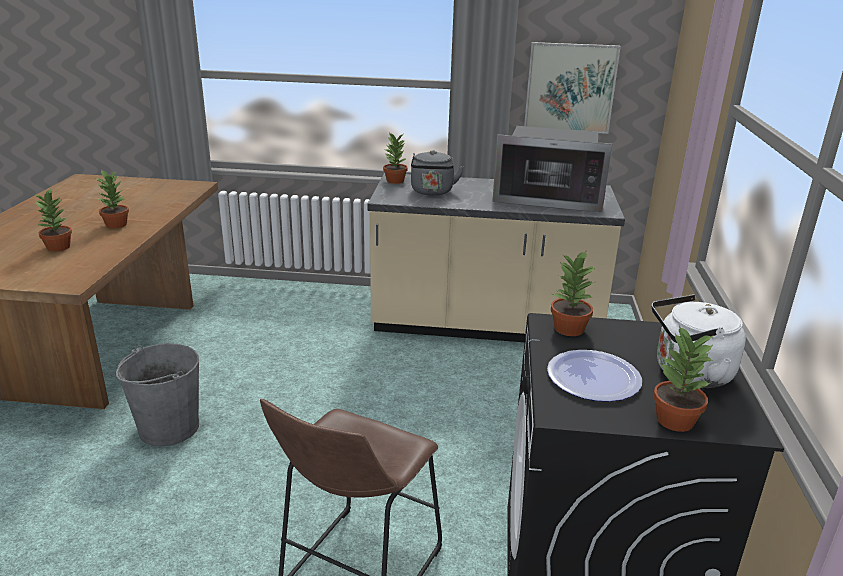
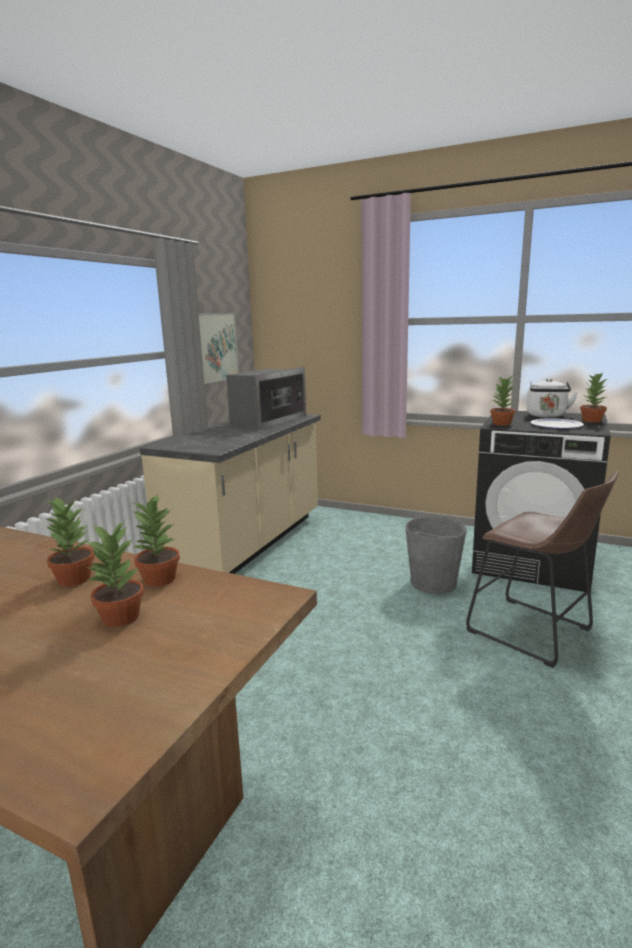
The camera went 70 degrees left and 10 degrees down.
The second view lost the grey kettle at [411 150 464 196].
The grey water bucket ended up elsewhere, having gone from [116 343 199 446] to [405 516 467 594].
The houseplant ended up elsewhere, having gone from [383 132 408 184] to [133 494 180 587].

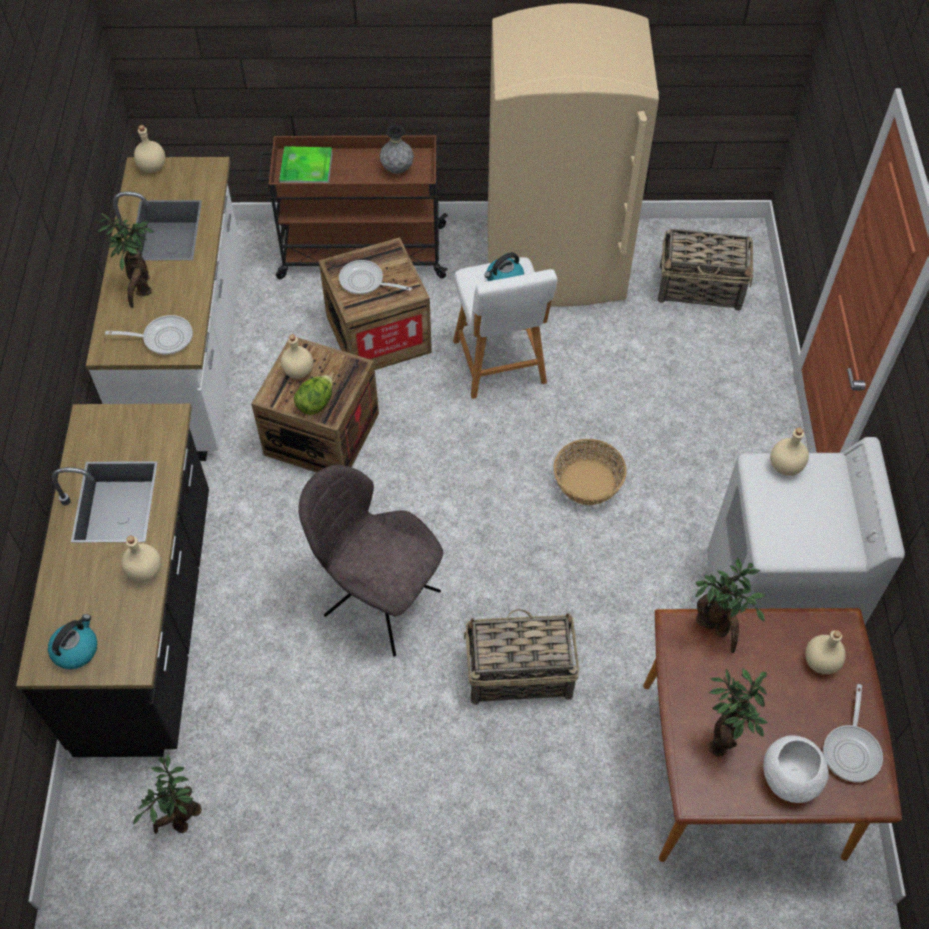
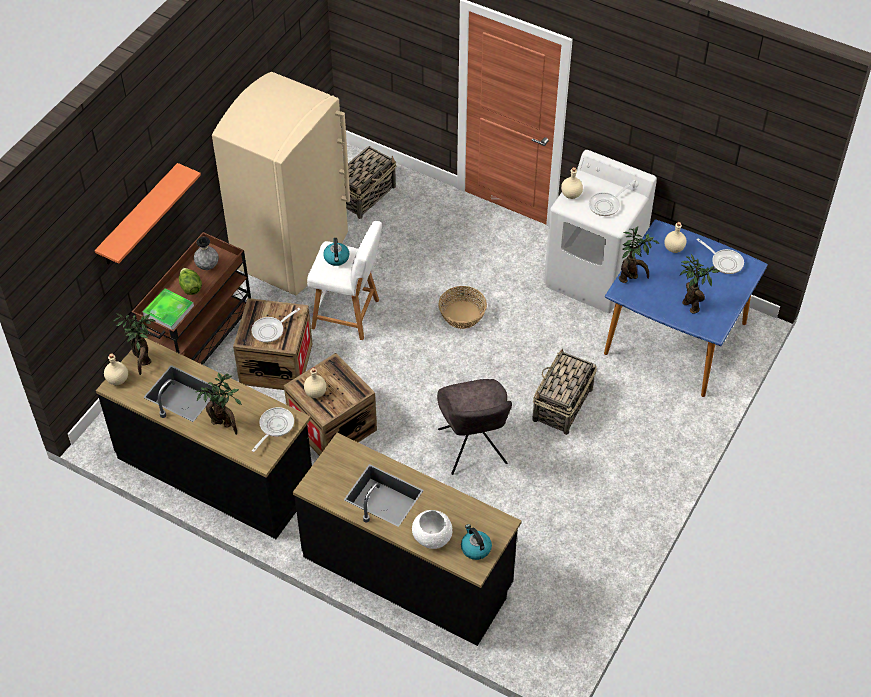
The camera went 60 degrees left and 5 degrees down.
The second view lost the beige bottle at [121 535 161 582].
The second view gained the orange-coloured wall shelf at [95 163 201 264].
The second view gained the pan at [589 182 633 216].
The houseplant ended up elsewhere, having gone from [133 754 202 833] to [113 313 155 375].
The lettuce ended up elsewhere, having gone from [294 375 333 415] to [179 268 202 295].
The white-coloured deep dish ended up elsewhere, having gone from [764 736 829 803] to [412 510 452 549].
What was the white-coloured counter at [86 157 242 461] turned into the blackish counter at [96 338 312 539].
What was the brown kitchen table at [643 608 902 862] turned into the blue-coloured kitchen table at [604 219 768 397].
The grey upright chair at [298 465 443 657] ended up facing another way, 75 degrees counterclockwise from before.

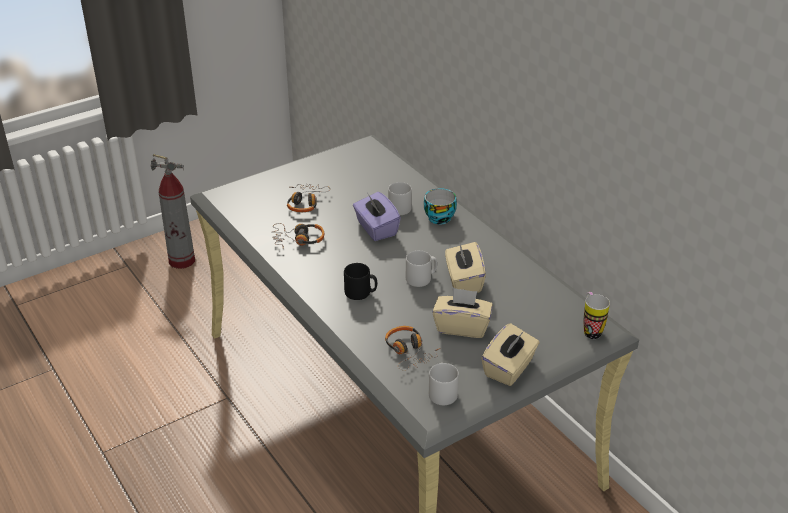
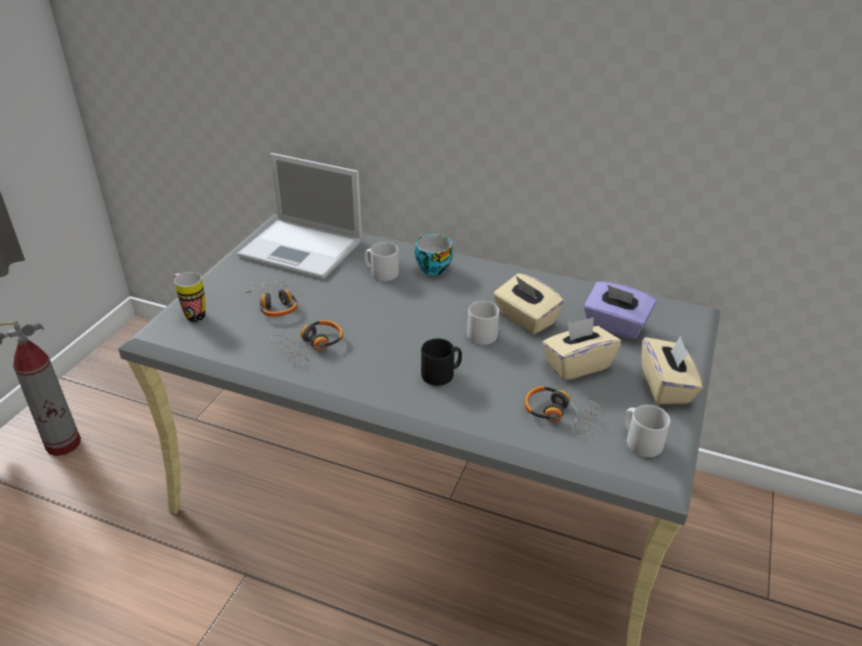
The camera went 35 degrees left and 0 degrees up.
The second view gained the laptop at [237 153 362 279].
The purplish tissue holder ended up elsewhere, having gone from [353 192 401 241] to [584 282 656 340].
The mug ended up elsewhere, having gone from [584 292 610 339] to [174 272 206 322].

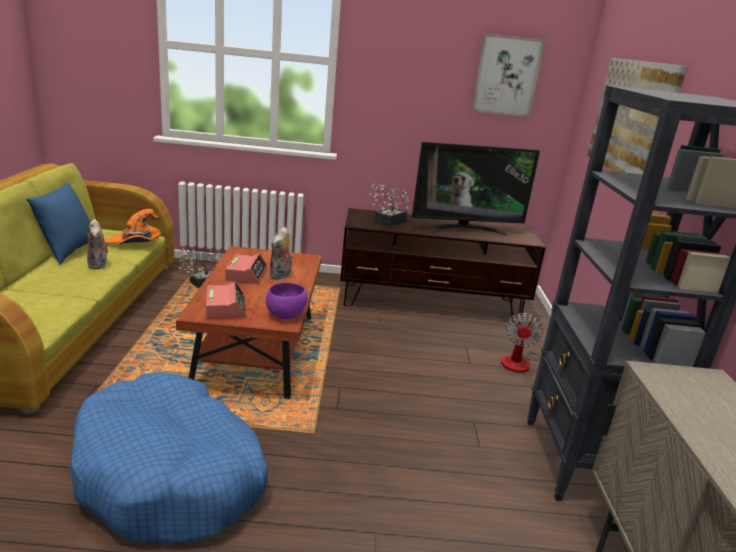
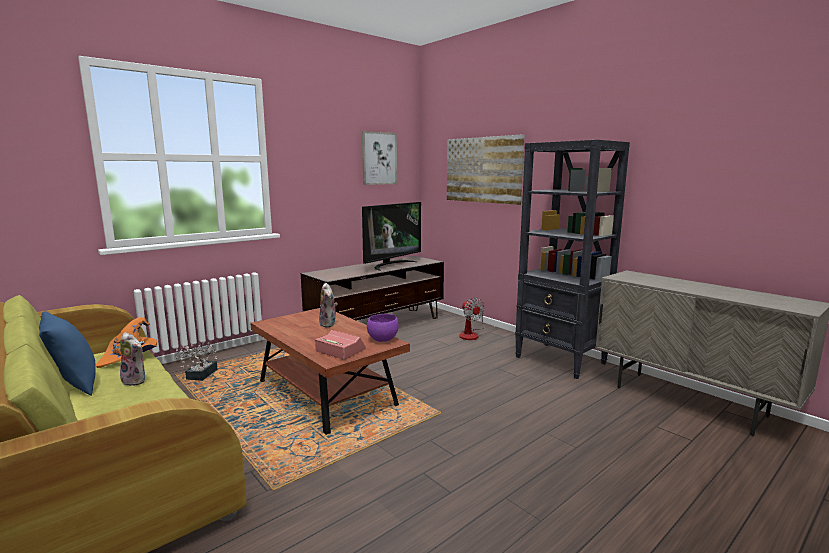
The camera went 40 degrees left and 10 degrees down.
The second view lost the blue-coloured dog cushion at [70 372 268 543].
The second view lost the bedside clock at [225 254 268 284].
The second view lost the houseplant at [369 183 409 227].

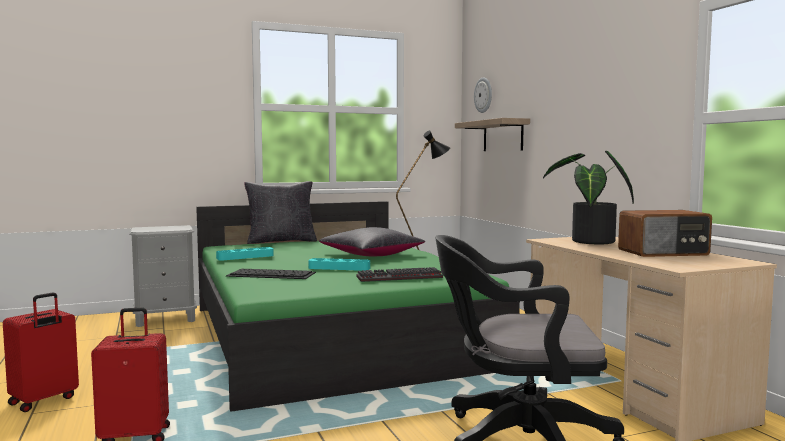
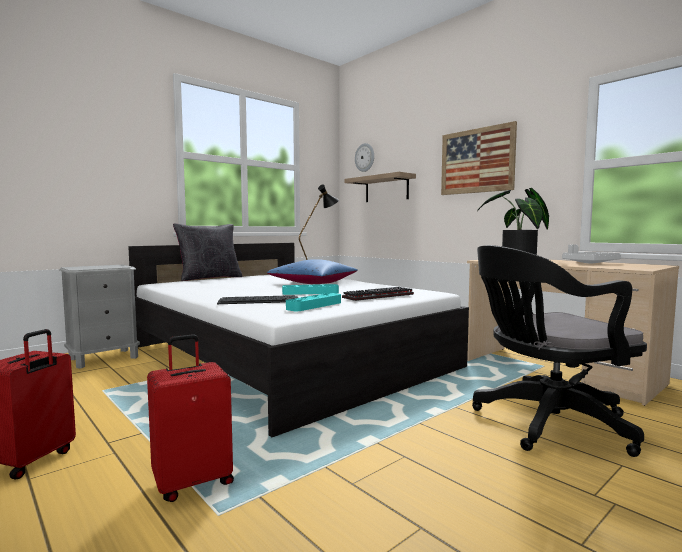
The camera went 20 degrees left and 0 degrees up.
The second view gained the wall art at [441 121 517 195].
The blue-green tray ended up elsewhere, having gone from [216 247 274 260] to [286 293 341 311].
Where the radio stood at [618 210 712 257], the grey tray came to stand at [562 245 621 263].
What was the green bedroom bed at [196 201 520 412] turned into the white-coloured bedroom bed at [128 243 469 437].
What was the blackish cushion at [319 227 425 256] turned into the blue-coloured cushion at [267 259 358 284].

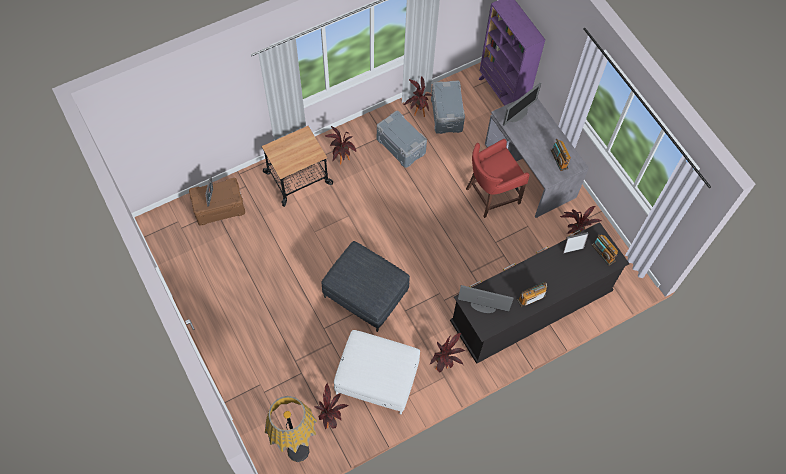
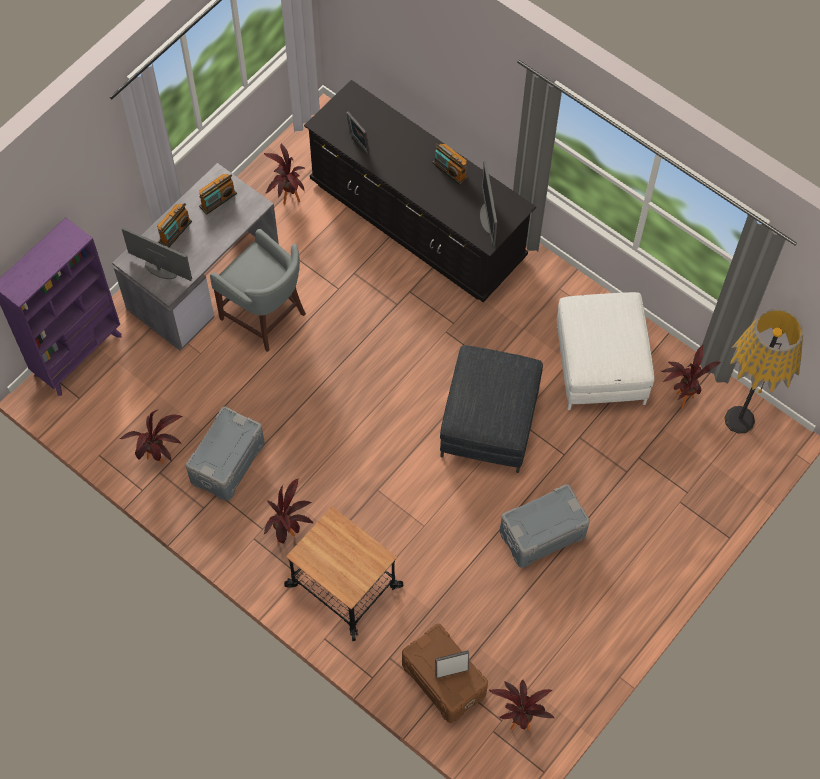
The camera went 110 degrees left and 0 degrees up.
The houseplant ended up elsewhere, having gone from [430 333 465 372] to [488 680 555 730].
The grey storage box ended up elsewhere, having gone from [431 81 465 134] to [500 484 590 568].
The radio ended up elsewhere, having gone from [592 234 618 266] to [157 203 192 247].
What was the red stool at [466 139 529 218] turned into the grey stool at [210 229 306 352].

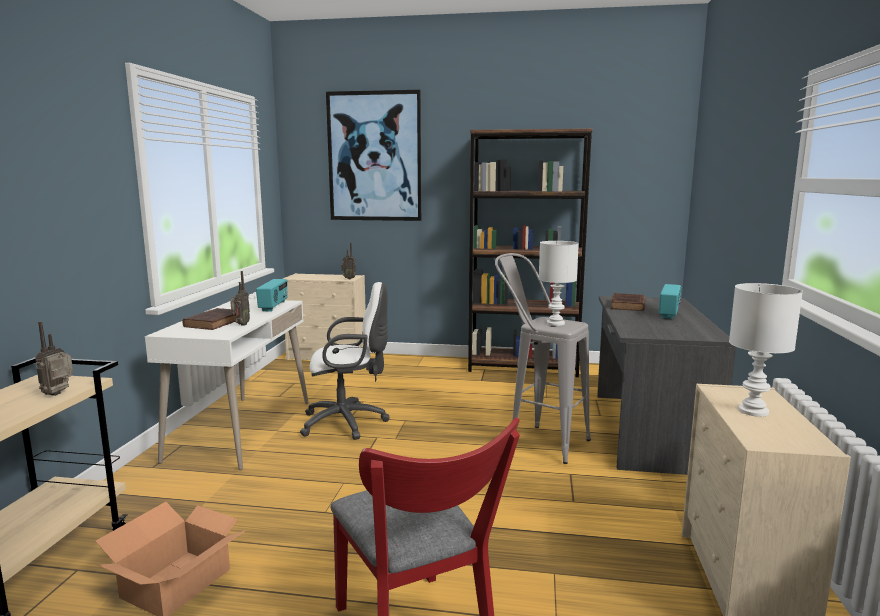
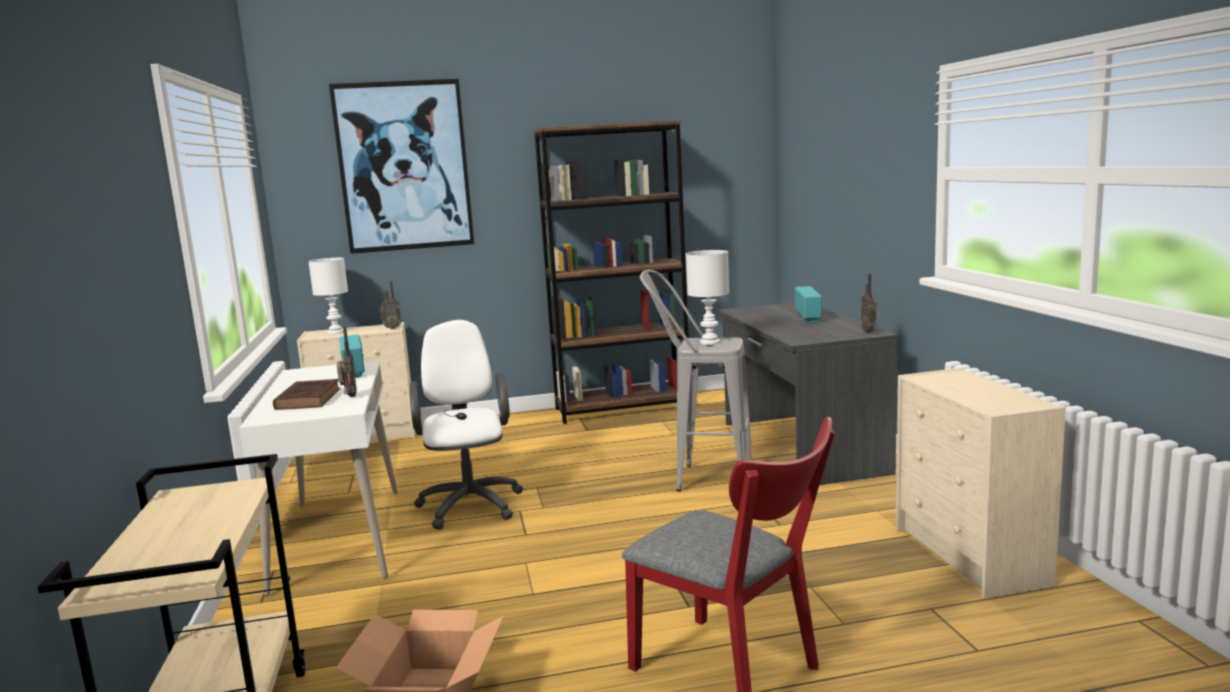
The camera went 20 degrees left and 0 degrees up.
The second view lost the brown volume at [611 293 645 311].
The radio ended up elsewhere, having gone from [35 321 73 396] to [861 273 879 333].
The white-coloured lamp for a table ended up elsewhere, having gone from [729 283 803 417] to [308 258 348 334].
The white-coloured computer chair at [300 282 390 440] ended up facing another way, 75 degrees counterclockwise from before.

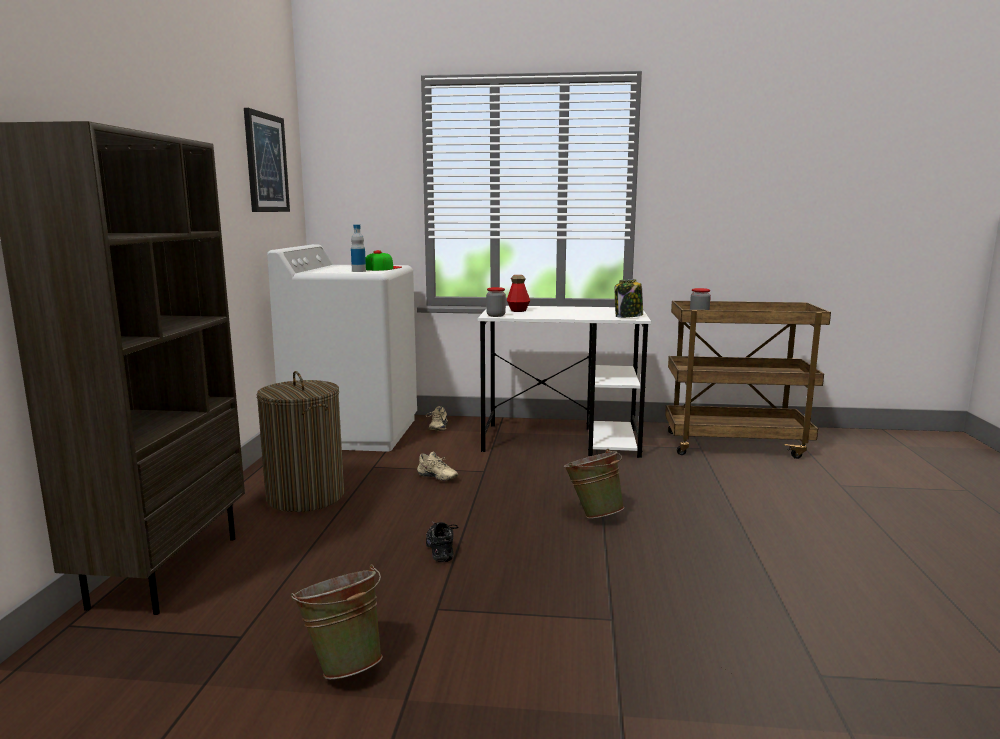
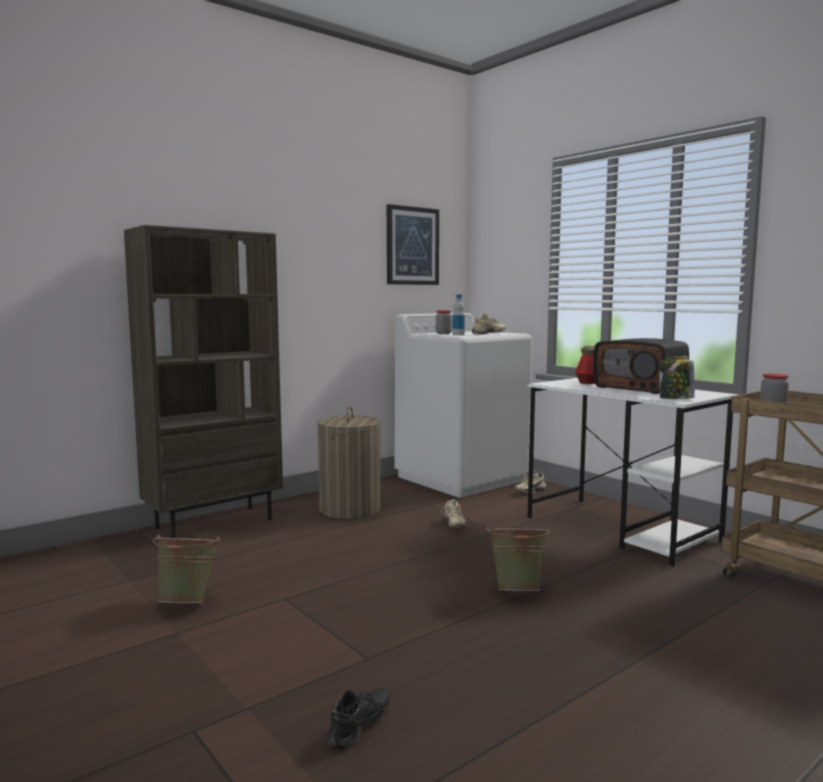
The camera went 45 degrees right and 5 degrees down.
The second view gained the radio at [593 338 689 394].
The blackish shoe ended up elsewhere, having gone from [426 522 458 562] to [326 685 390 749].
The jar ended up elsewhere, having gone from [486 287 506 317] to [436 310 452 334].
Where the baseball cap stood at [365 250 402 271], the beige shoe came to stand at [472 313 506 335].

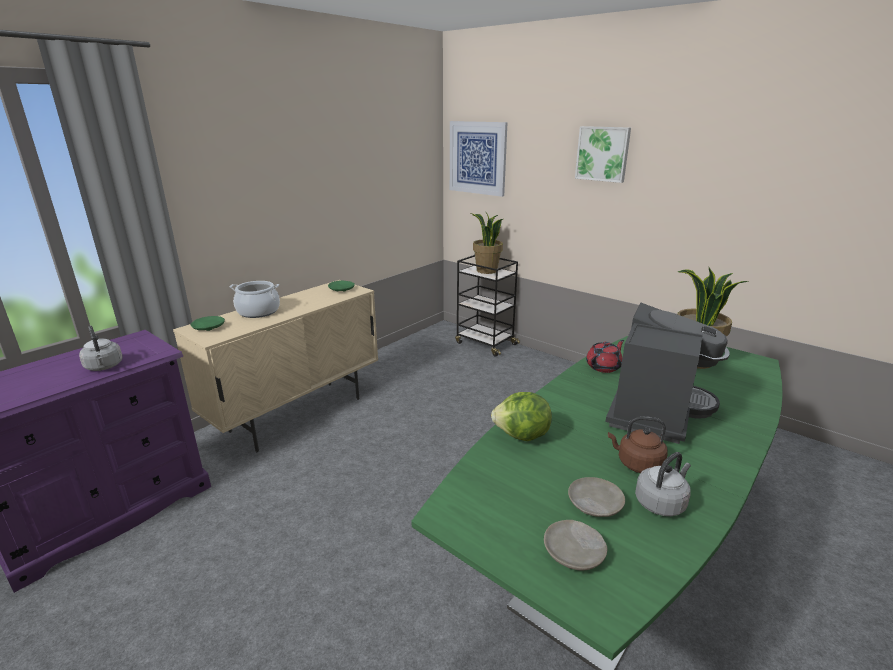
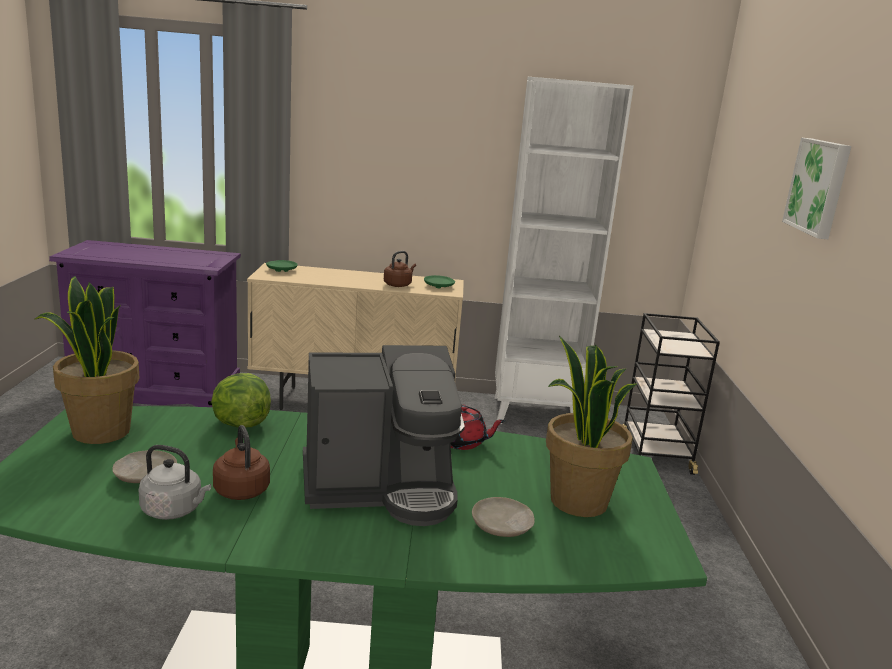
The camera went 50 degrees right and 5 degrees down.
The second view lost the grey kettle at [79 326 123 371].
The second view lost the saucepot at [230 281 280 318].
The second view lost the wall art at [450 121 508 197].
The second view gained the brown kettle at [384 251 416 287].
The second view gained the white-coloured bookshelf at [495 77 634 424].
The houseplant ended up elsewhere, having gone from [471 211 503 274] to [35 276 139 444].
The beige flat dish ended up elsewhere, having gone from [544 520 607 570] to [472 497 535 537].

